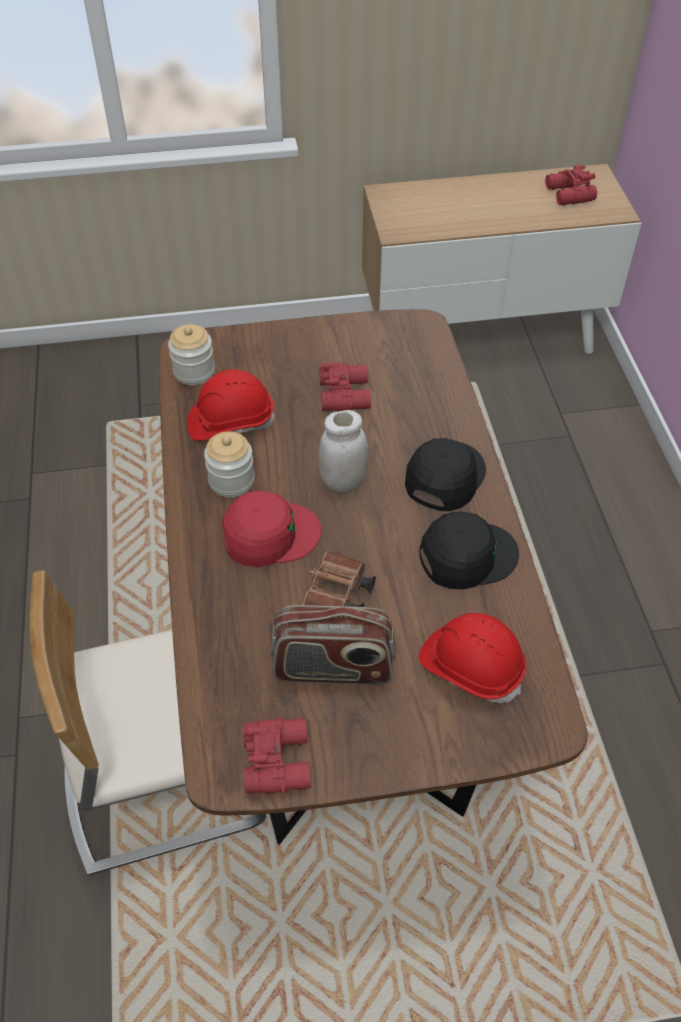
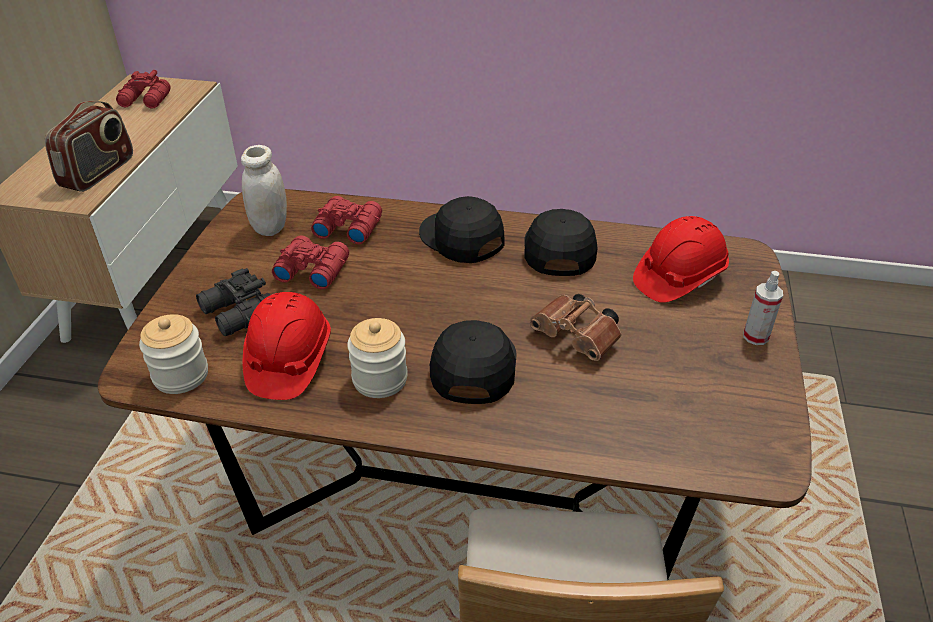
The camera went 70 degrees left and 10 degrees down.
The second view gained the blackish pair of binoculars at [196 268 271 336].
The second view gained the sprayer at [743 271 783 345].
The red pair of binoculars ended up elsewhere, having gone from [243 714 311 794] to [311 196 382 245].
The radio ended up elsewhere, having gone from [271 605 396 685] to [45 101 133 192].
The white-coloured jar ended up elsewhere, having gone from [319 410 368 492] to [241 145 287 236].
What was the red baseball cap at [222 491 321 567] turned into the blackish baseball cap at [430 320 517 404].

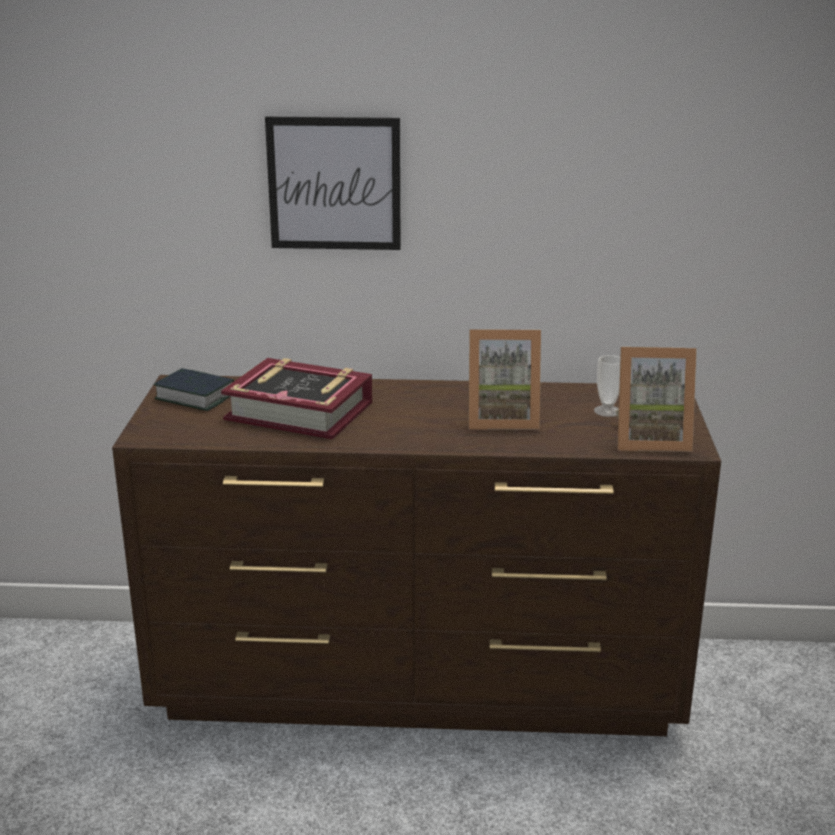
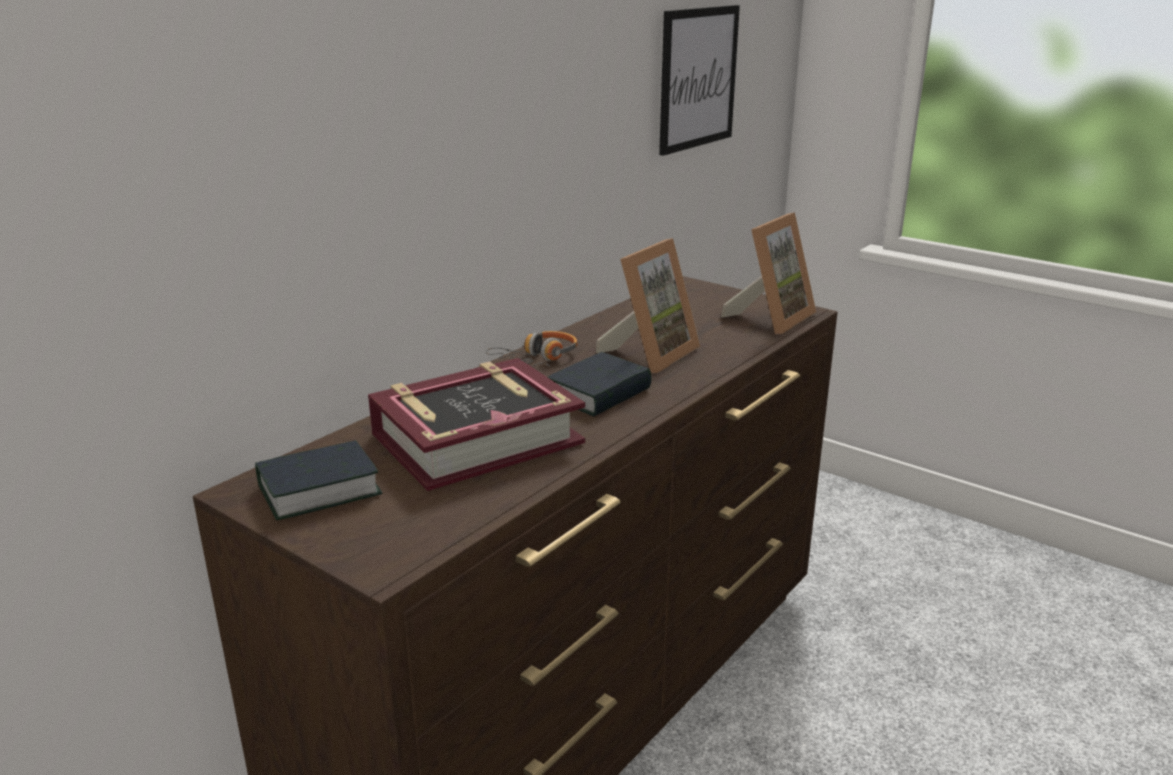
The camera went 55 degrees left and 0 degrees up.
The second view lost the cup at [594 355 621 417].
The second view gained the pair of headphones at [486 331 578 366].
The second view gained the volume at [548 352 651 417].
The wall art ended up elsewhere, having gone from [265 117 401 250] to [659 5 740 156].

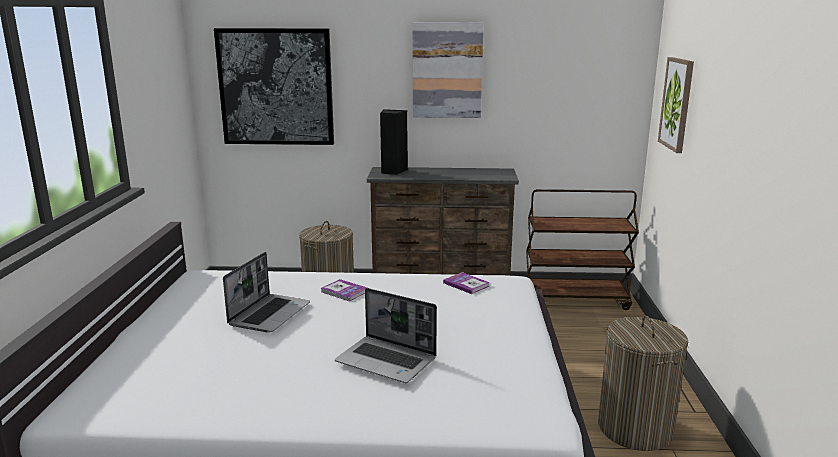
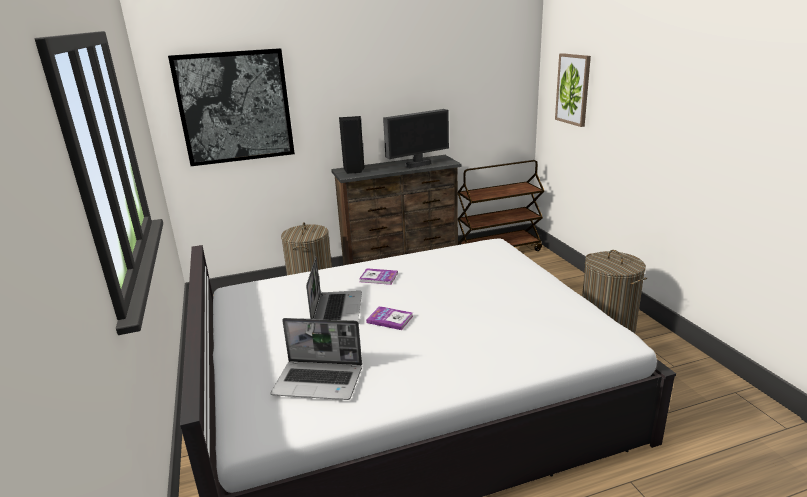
The camera went 20 degrees left and 5 degrees up.
The second view lost the wall art at [413 22 484 118].
The second view gained the monitor at [383 109 449 169].
The laptop ended up elsewhere, having gone from [335 288 437 383] to [271 318 362 400].
The volume ended up elsewhere, having gone from [443 272 490 294] to [366 306 413 330].

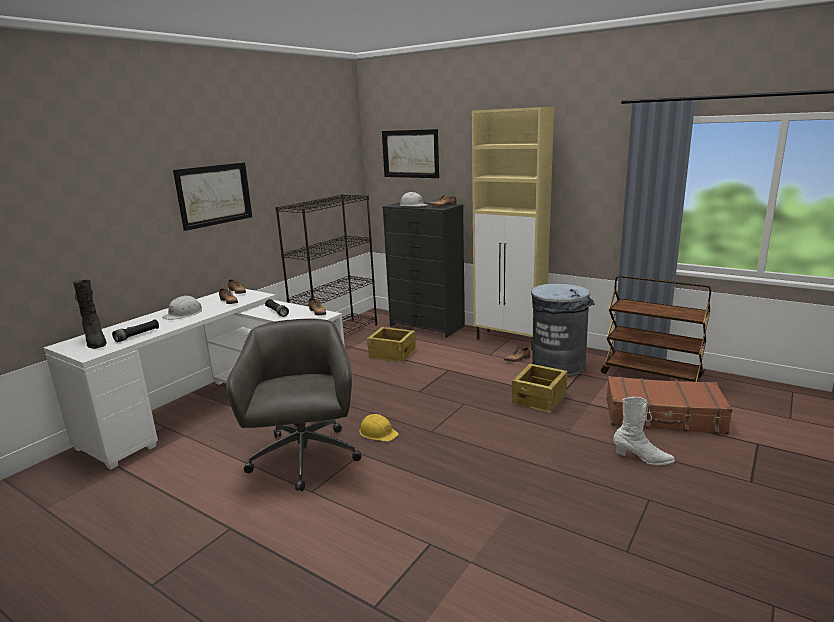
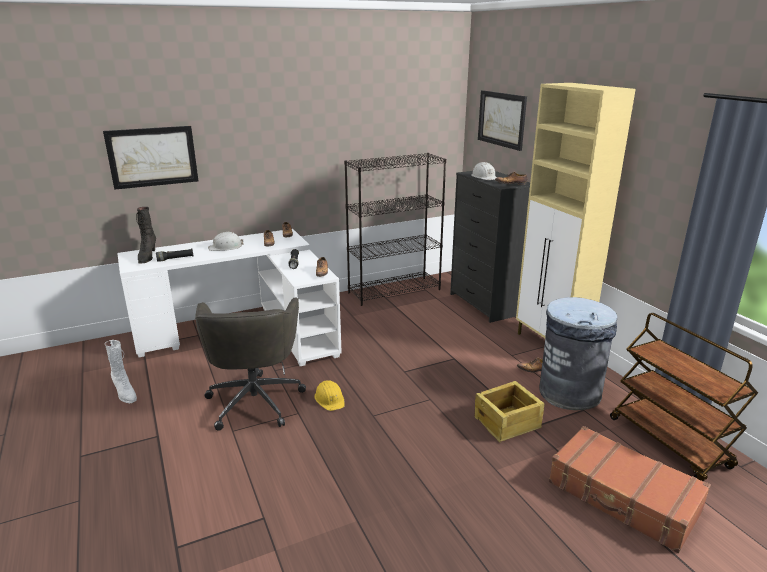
The camera went 30 degrees right and 5 degrees up.
The second view lost the crate at [367 327 417 363].
The wall art ended up elsewhere, having gone from [173 162 252 231] to [103 126 198 190].
The white-coloured boot ended up elsewhere, having gone from [613 397 675 465] to [105 340 137 403].
The grey computer chair at [226 318 361 491] ended up facing another way, 150 degrees clockwise from before.

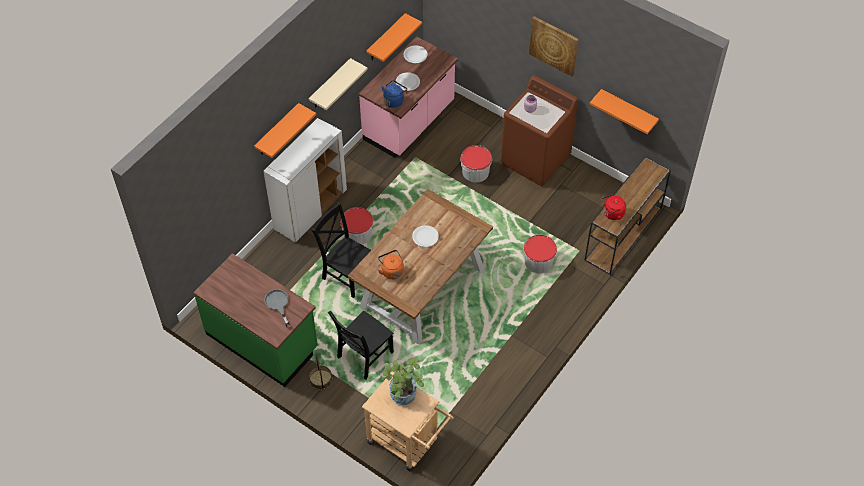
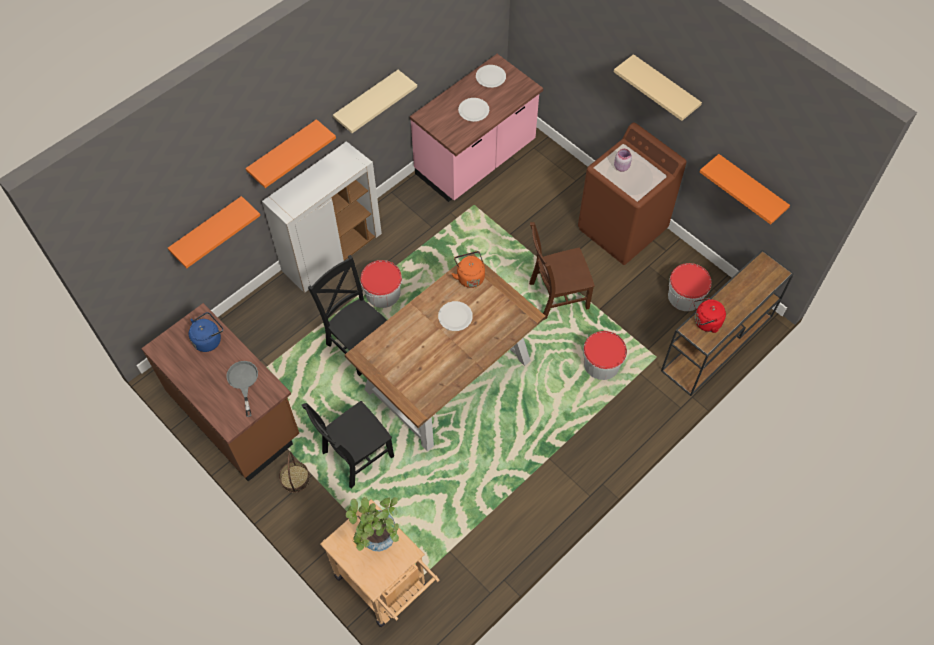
The camera went 10 degrees right and 5 degrees up.
The second view gained the brown upright chair at [529 222 595 320].
The orange-coloured wall shelf ended up elsewhere, having gone from [366 13 422 62] to [168 196 260 268].
The orange-coloured kettle ended up elsewhere, having gone from [378 250 404 280] to [452 251 485 288].
The blue-coloured kettle ended up elsewhere, having gone from [382 80 407 108] to [189 312 223 352].
The water bucket ended up elsewhere, having gone from [460 145 492 183] to [668 263 712 311].
Where the wall art hung at [529 16 579 77], the beige wall shelf came to hang at [614 54 702 121].
What was the green counter at [193 253 318 387] turned into the brown counter at [141 303 299 481].

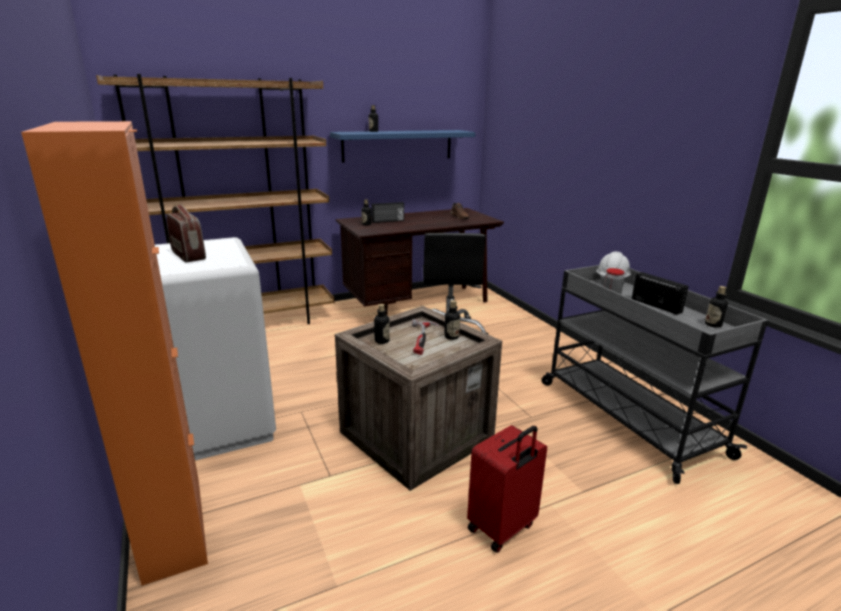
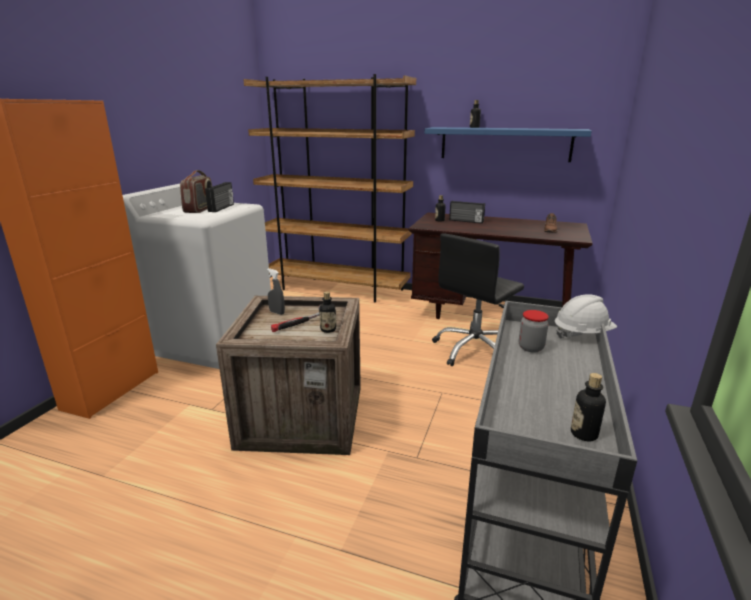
The camera went 45 degrees right and 0 degrees up.
The second view lost the red travel case at [467 425 547 553].
The radio ended up elsewhere, having gone from [632 272 688 315] to [205 182 234 212].
Where the bottle stood at [374 304 390 344], the grey sprayer came to stand at [267 269 285 315].

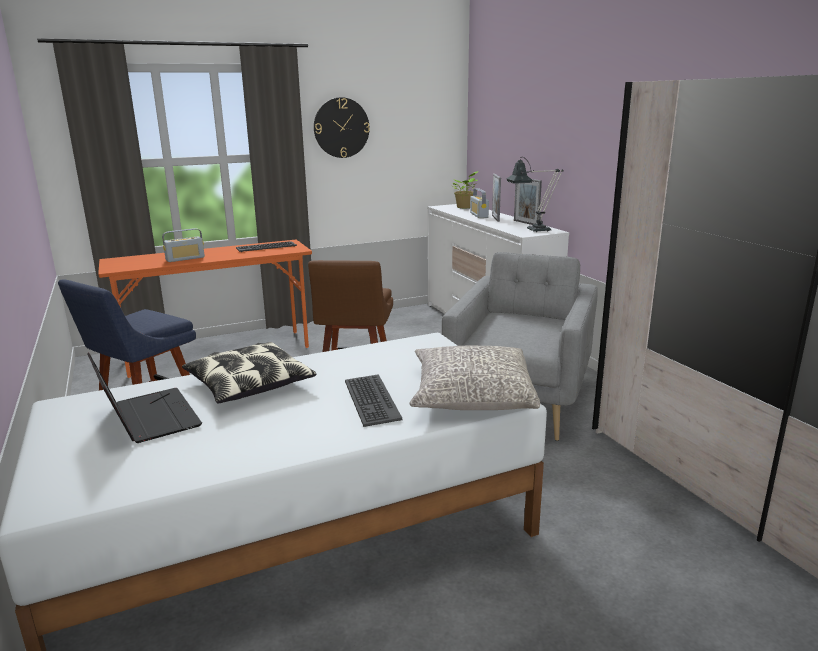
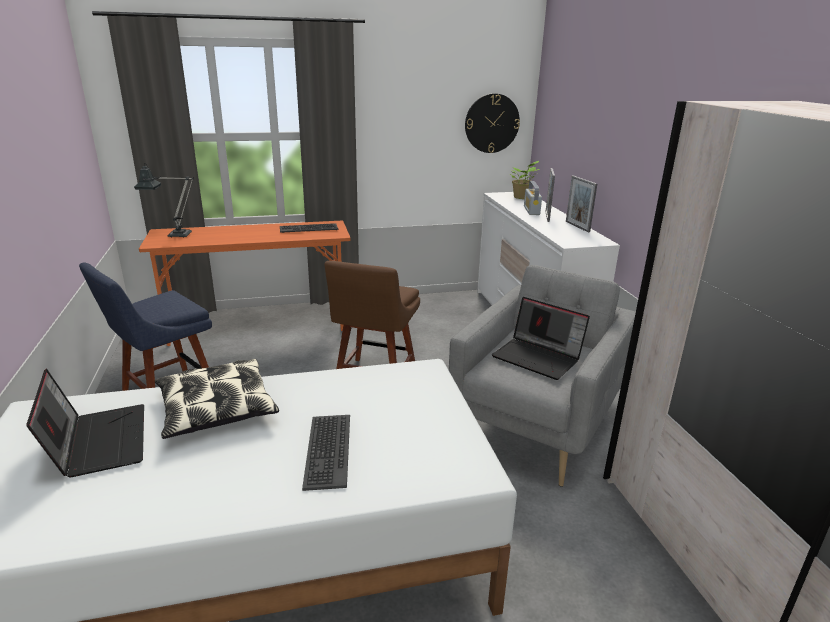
The camera went 10 degrees right and 5 degrees up.
The second view lost the radio at [162 228 205 262].
The second view lost the grey cushion at [409 346 540 410].
The second view gained the laptop at [492 297 590 380].
The clock on the wall ended up elsewhere, having gone from [314 97 370 158] to [465 93 520 153].
The lamp for a table ended up elsewhere, having gone from [507 157 563 232] to [134 163 194 238].

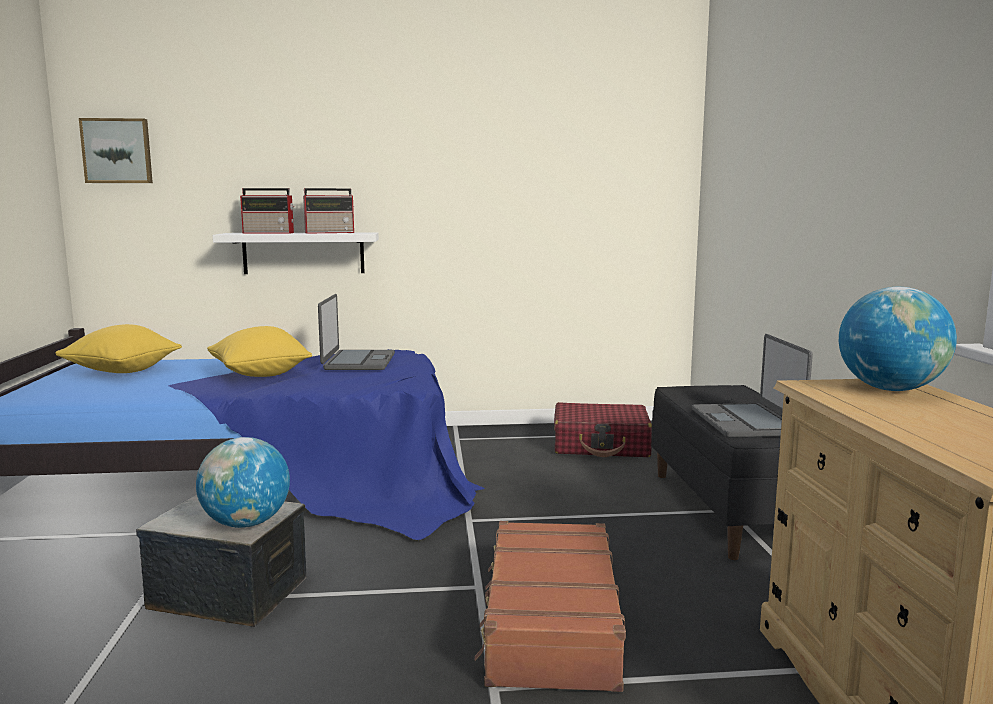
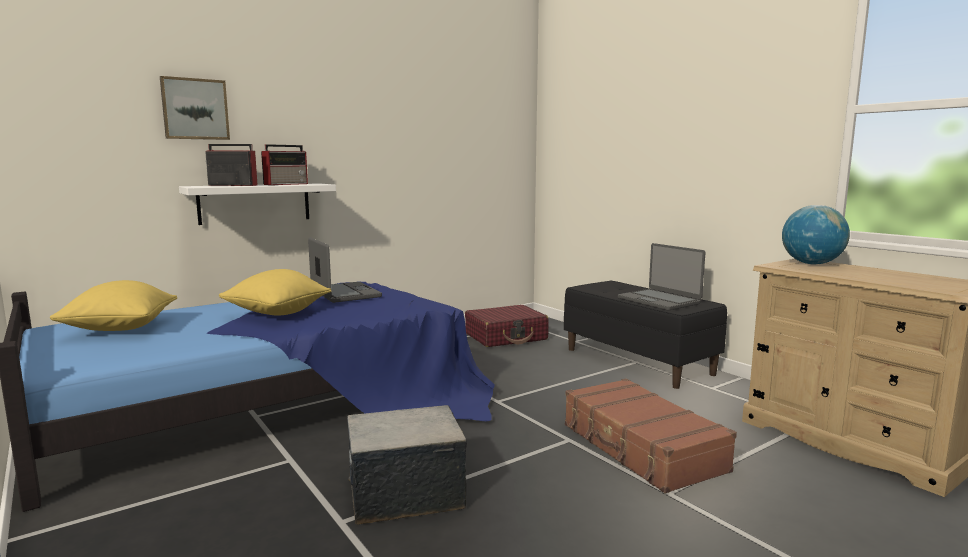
The camera went 30 degrees left and 0 degrees up.
The second view lost the desk globe at [196 437 290 528].
The wall art ended up elsewhere, having gone from [79 118 153 183] to [160 76 230 140].
The radio at [240 188 295 233] ended up facing another way, 150 degrees counterclockwise from before.

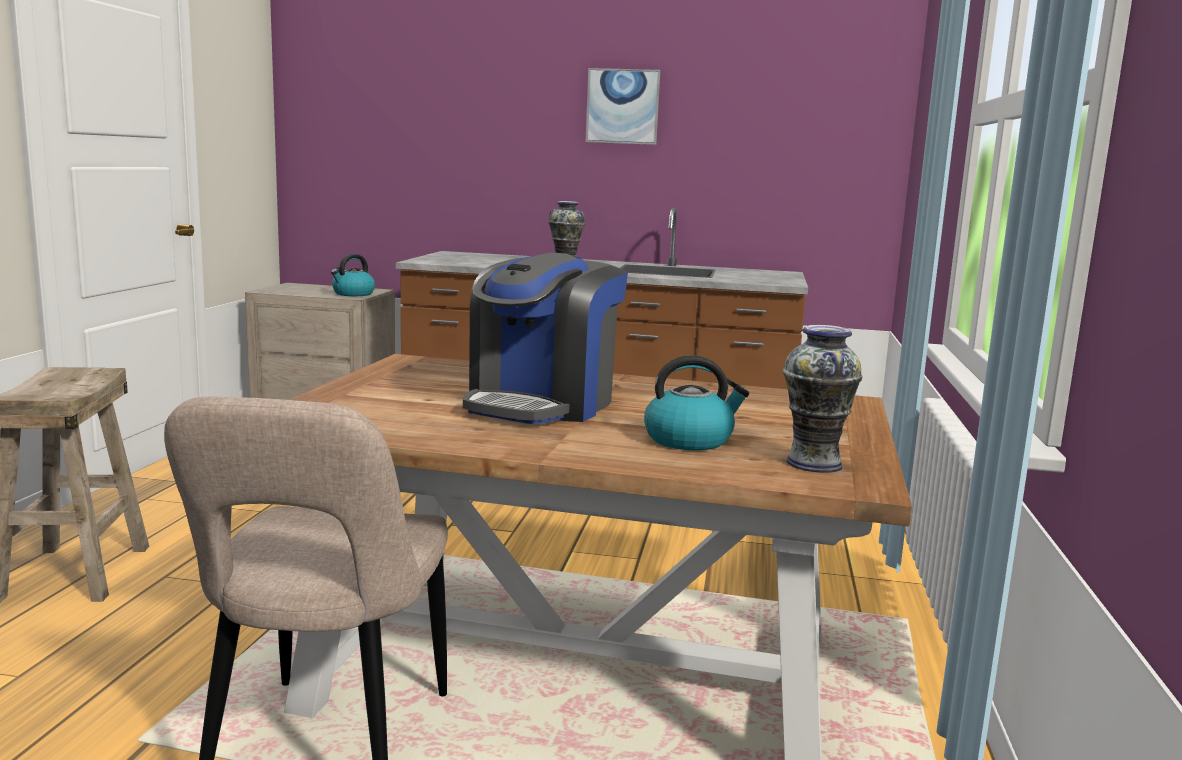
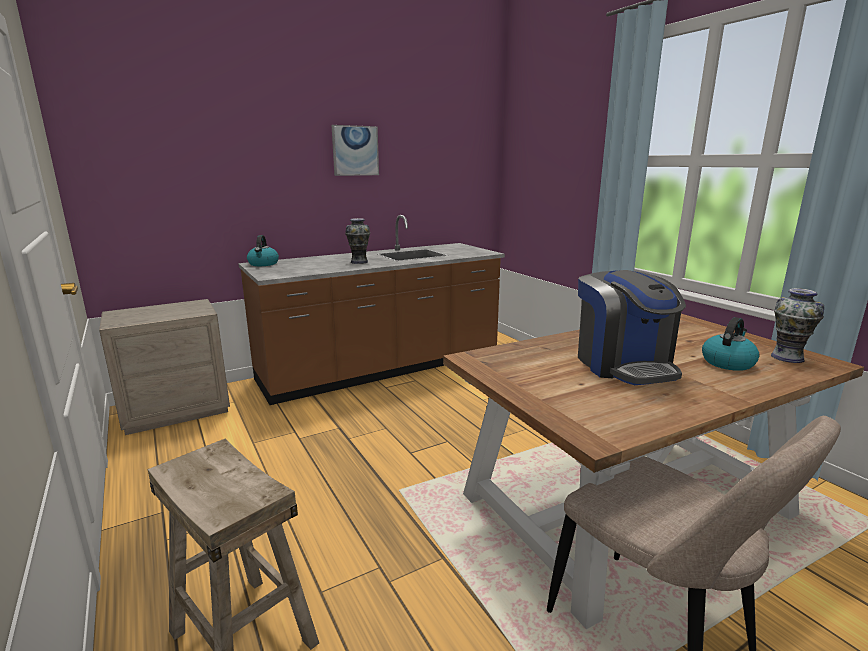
The camera went 40 degrees left and 5 degrees up.
The kettle ended up elsewhere, having gone from [331 254 375 296] to [247 235 279 266].

